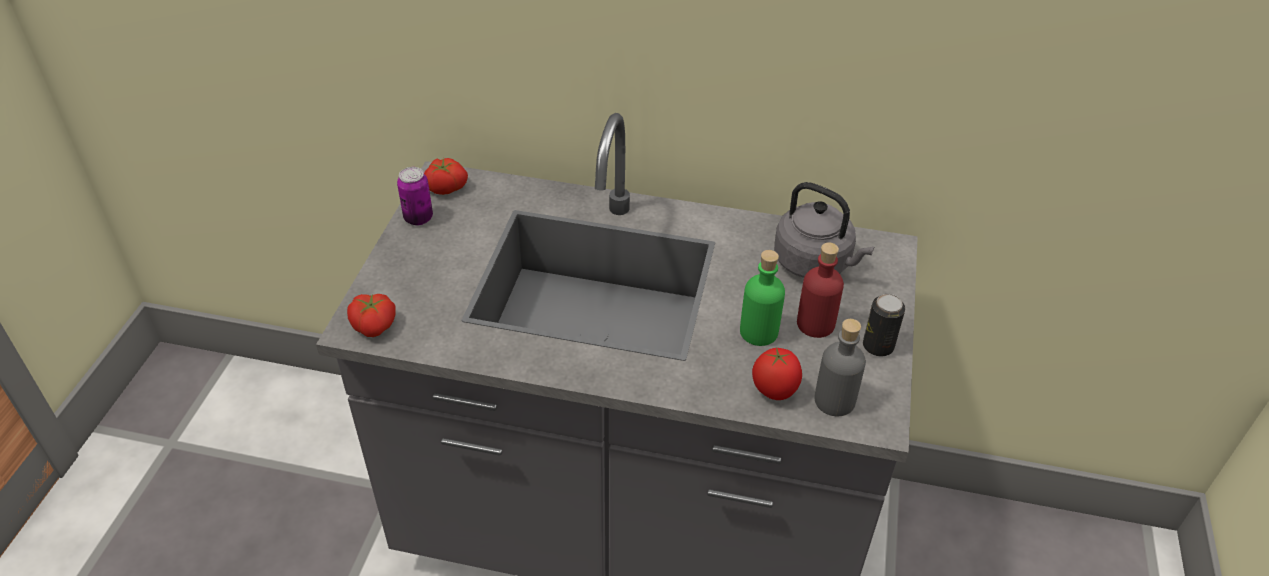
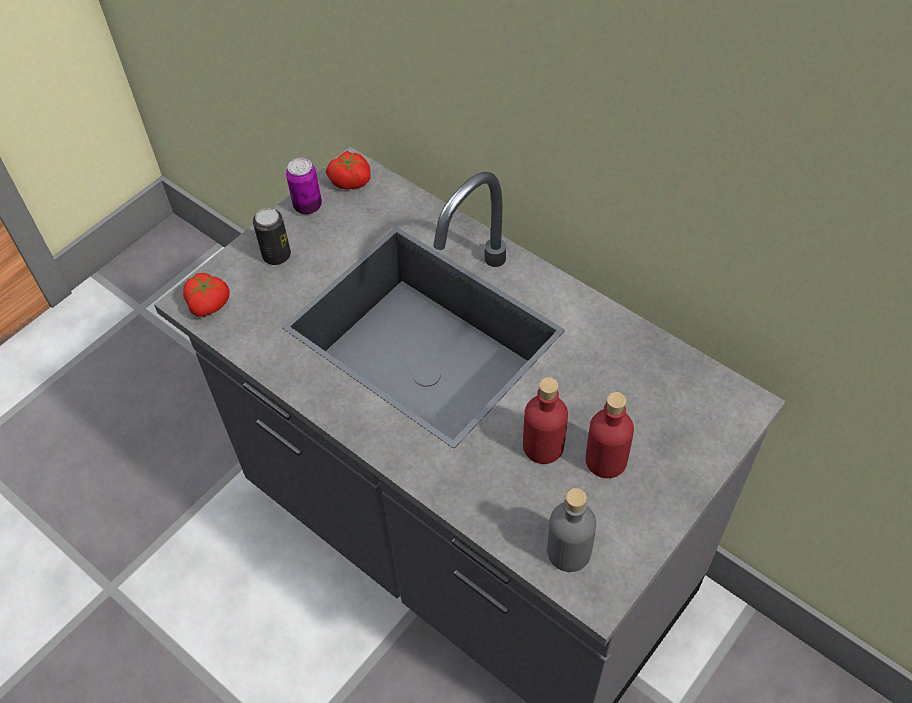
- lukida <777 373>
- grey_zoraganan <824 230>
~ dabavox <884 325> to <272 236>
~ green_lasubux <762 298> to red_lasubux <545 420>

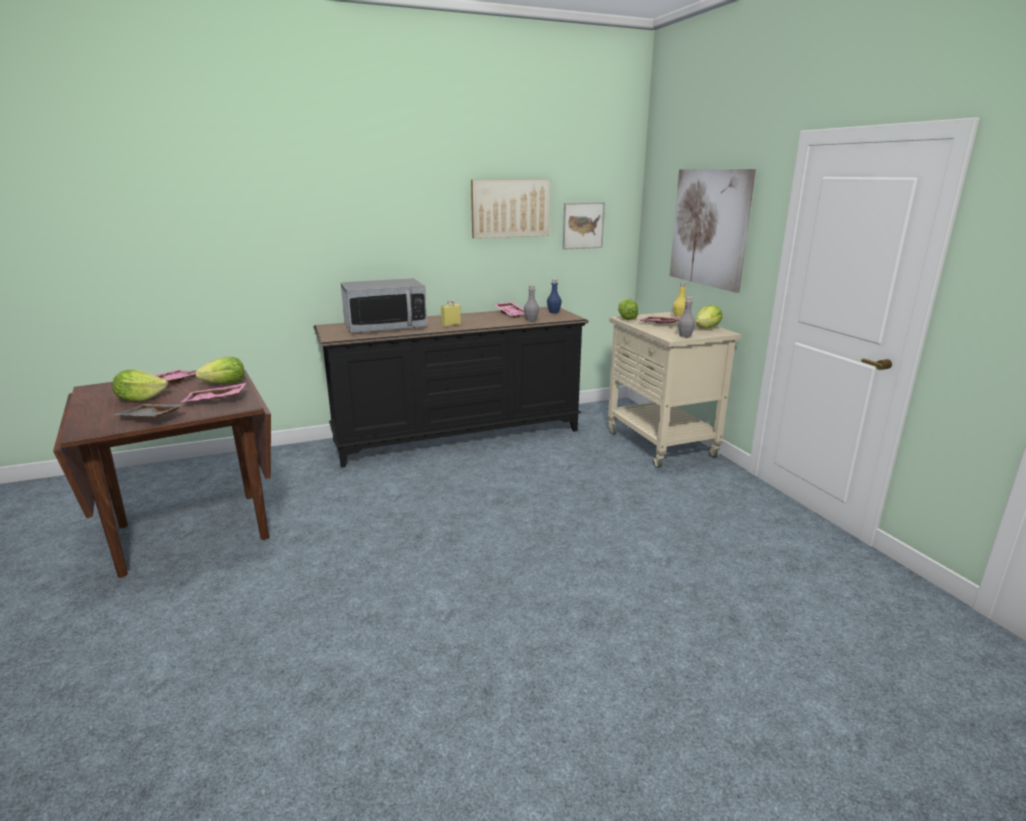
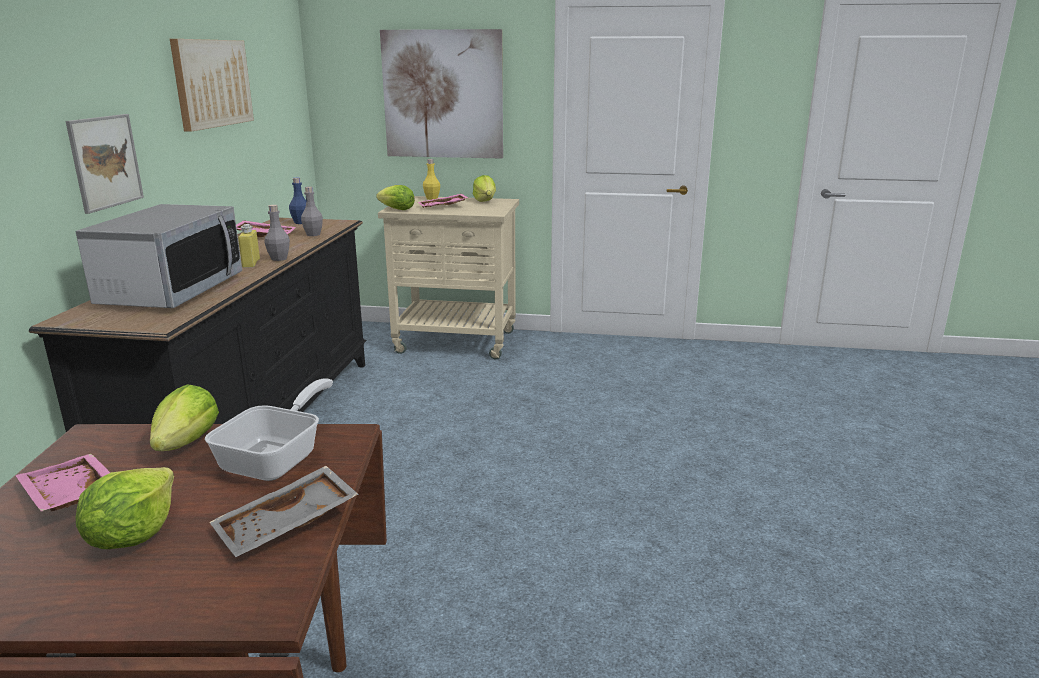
~ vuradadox <584 226> to <105 164>
~ grey_lasubux <686 317> to <277 233>
~ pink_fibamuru <213 393> to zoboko <269 429>

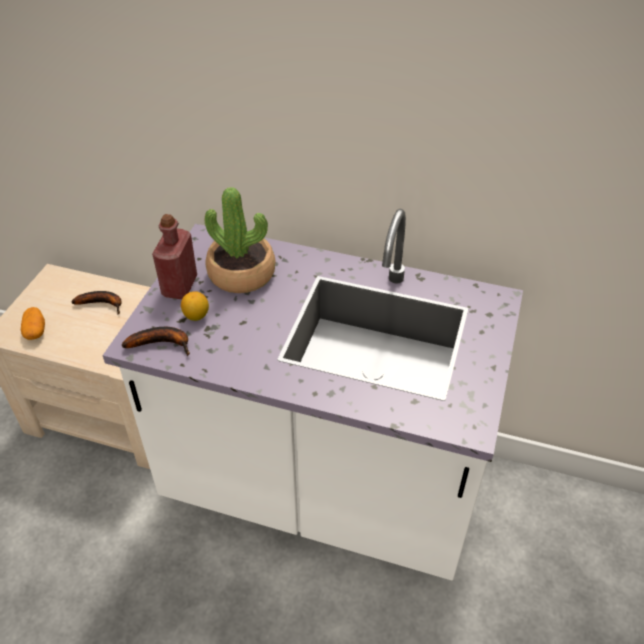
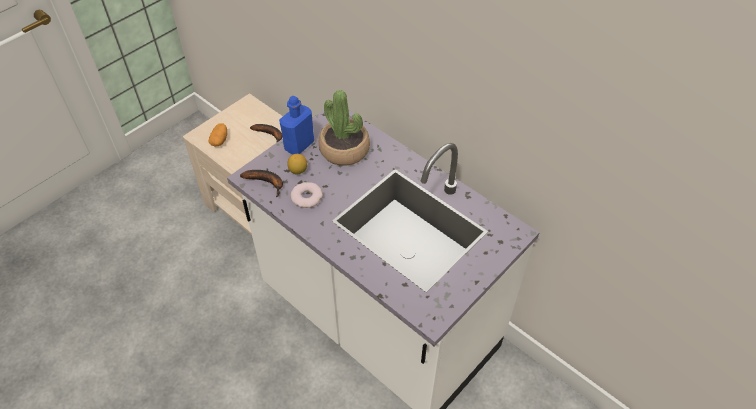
+ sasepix <306 195>
~ red_lasubux <174 256> to blue_lasubux <296 125>

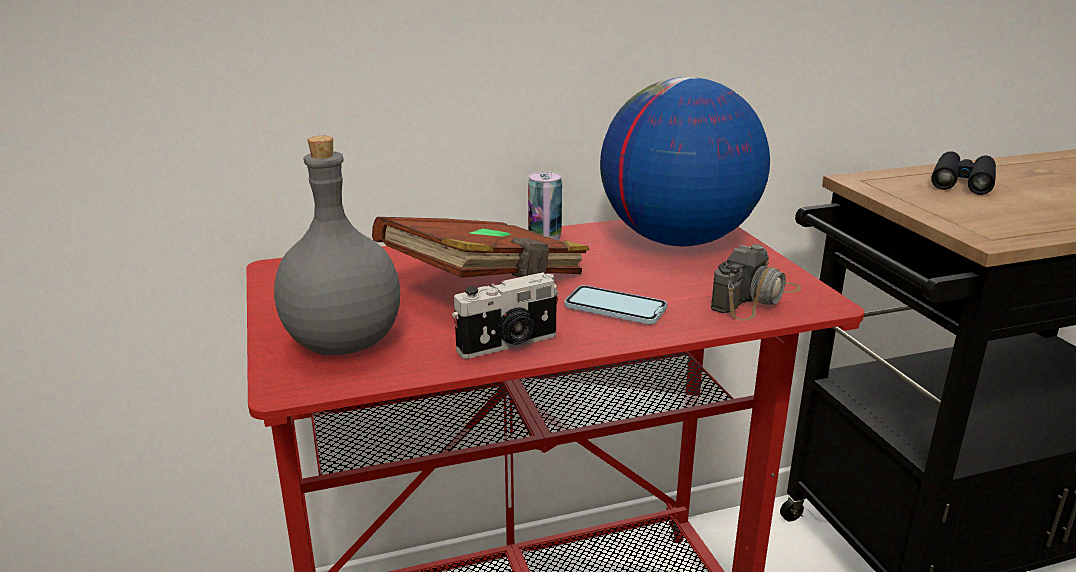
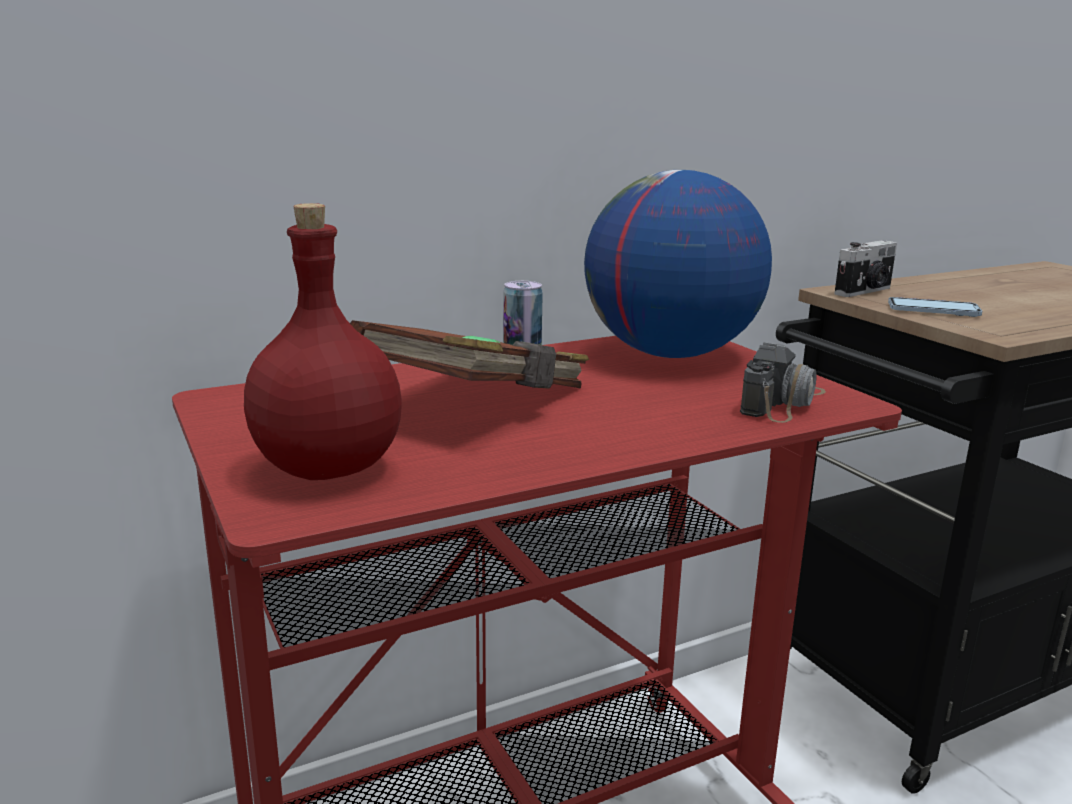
- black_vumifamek <963 173>
~ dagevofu <505 315> to <865 268>
~ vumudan <615 304> to <935 307>
~ grey_lasubux <337 245> to red_lasubux <323 341>

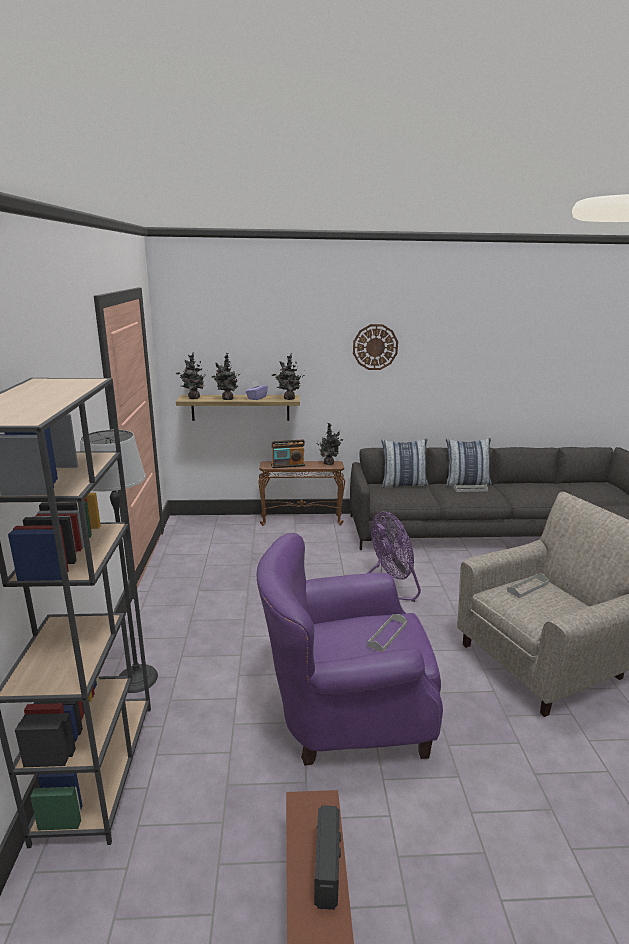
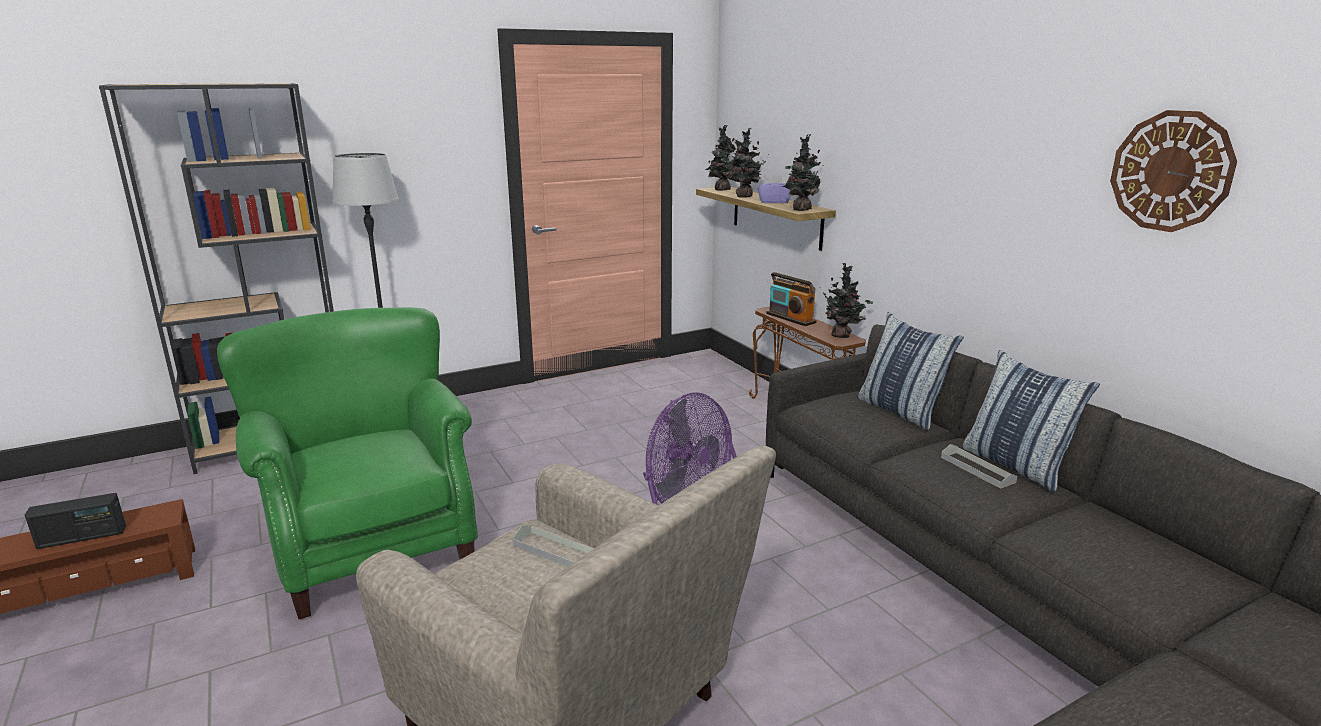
- grey_fibamuru <387 633>
~ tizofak <375 347> to <1173 171>
~ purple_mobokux <350 649> to green_mobokux <347 463>

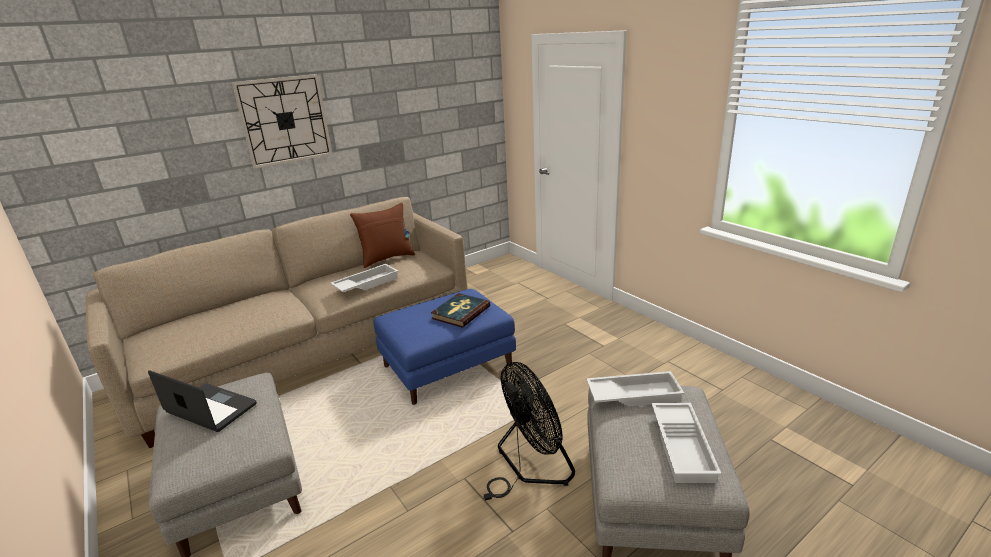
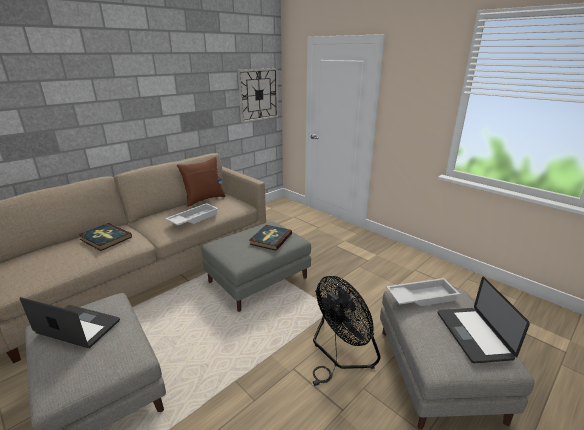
+ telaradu <105 237>
~ tizofak <282 121> to <258 95>
~ white_fibamuru <686 443> to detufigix <483 320>
~ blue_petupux <445 347> to grey_petupux <256 266>

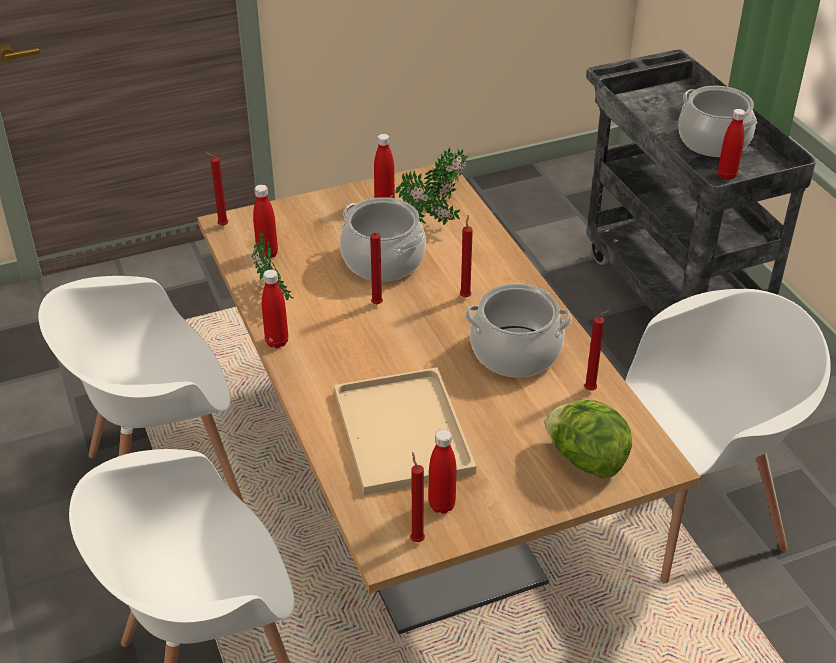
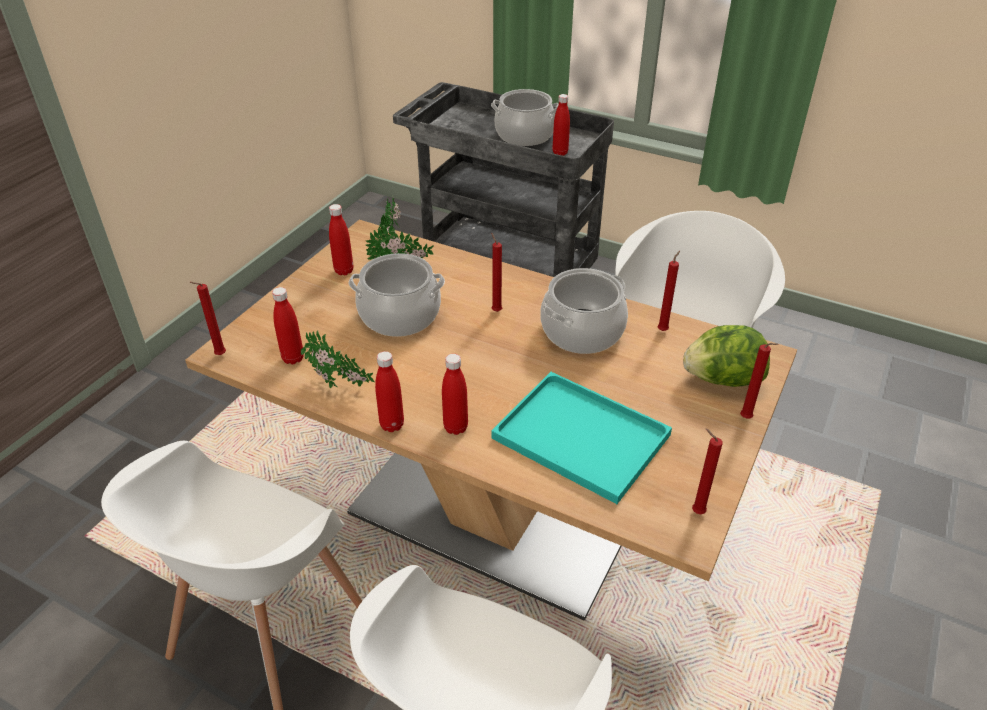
~ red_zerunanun <376 268> to <759 380>
~ red_lasubux <442 471> to <455 394>
~ beige_fibamuru <405 431> to turquoise_fibamuru <581 438>

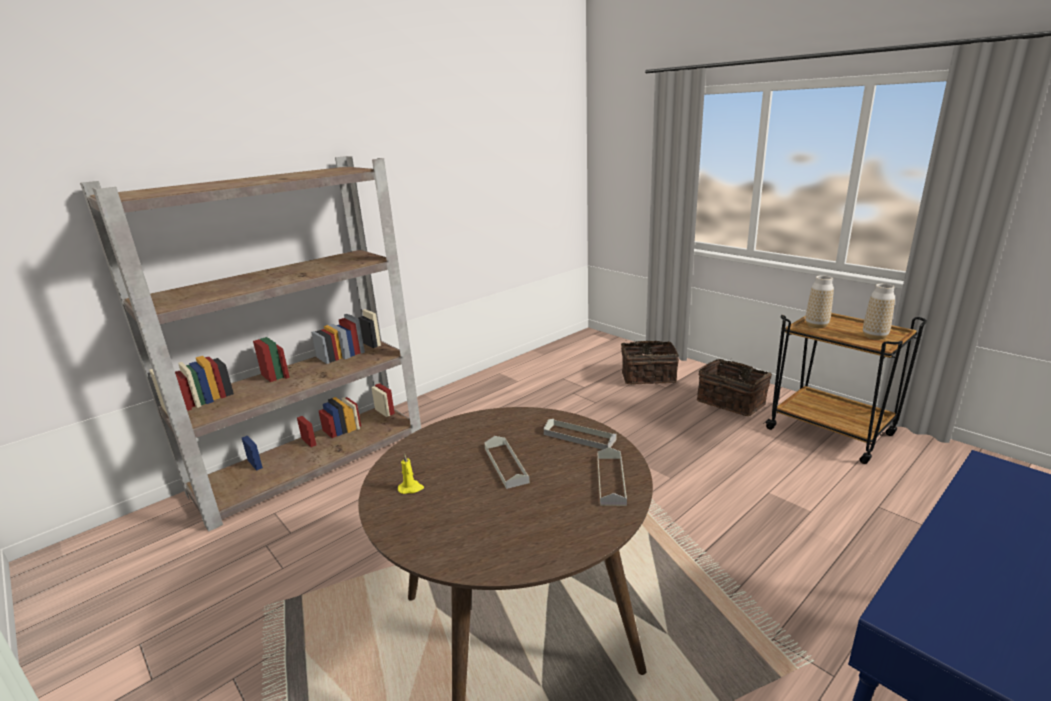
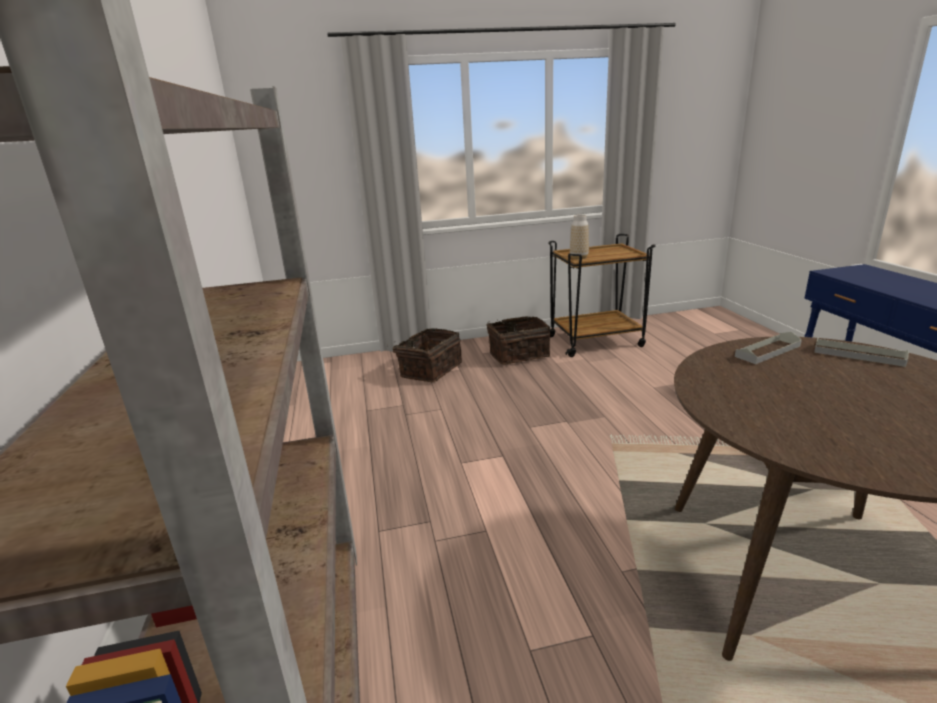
- yellow_zerunanun <411 474>
- grey_fibamuru <507 462>
- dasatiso <879 312>

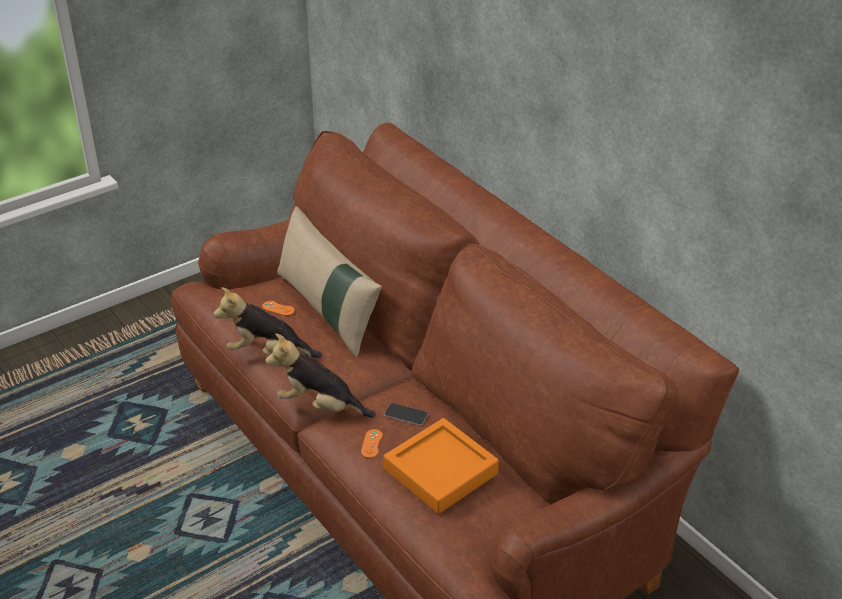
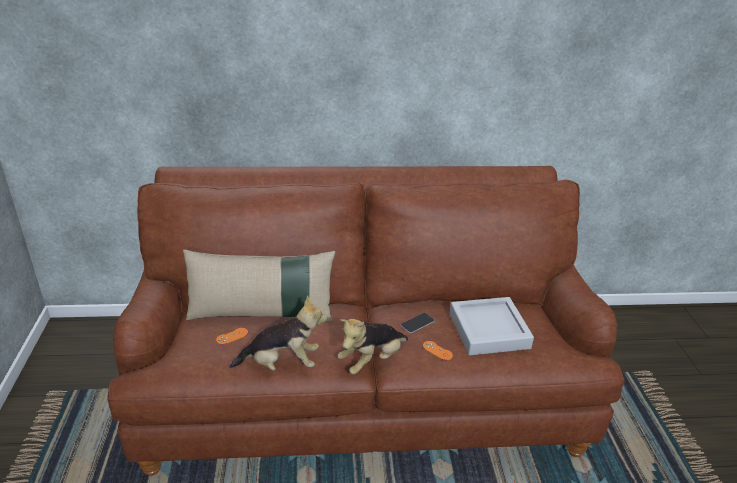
~ orange_fibamuru <441 466> to grey_fibamuru <492 326>
~ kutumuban <268 322> = <279 333> 135 degrees counterclockwise

